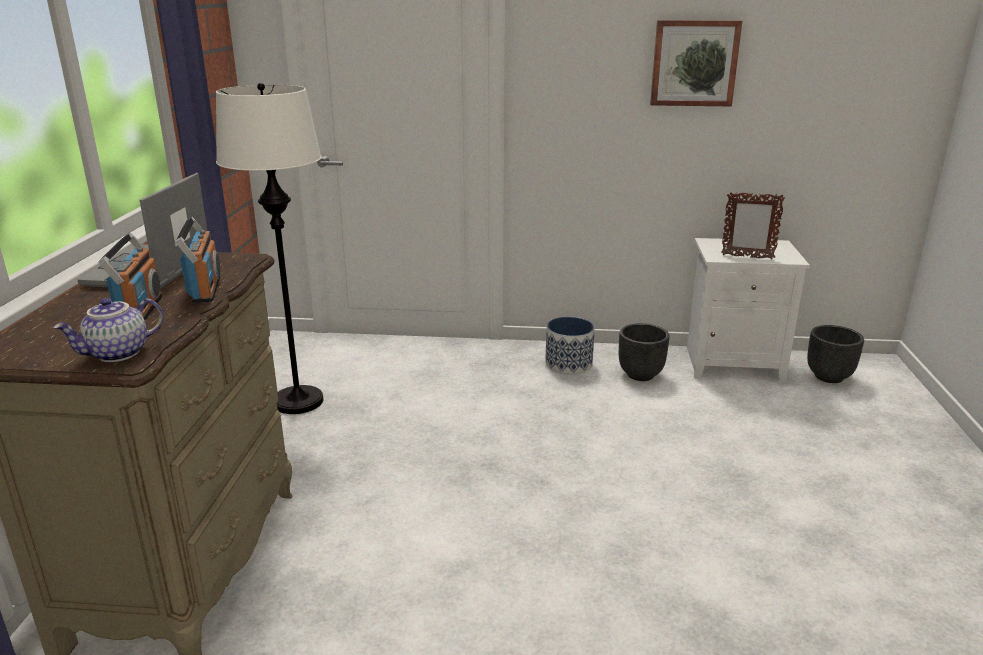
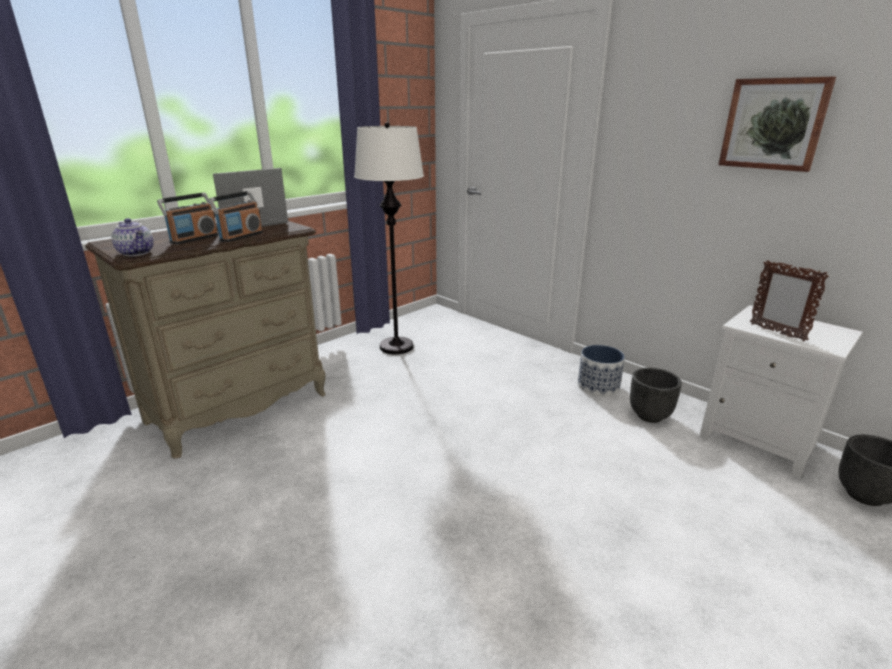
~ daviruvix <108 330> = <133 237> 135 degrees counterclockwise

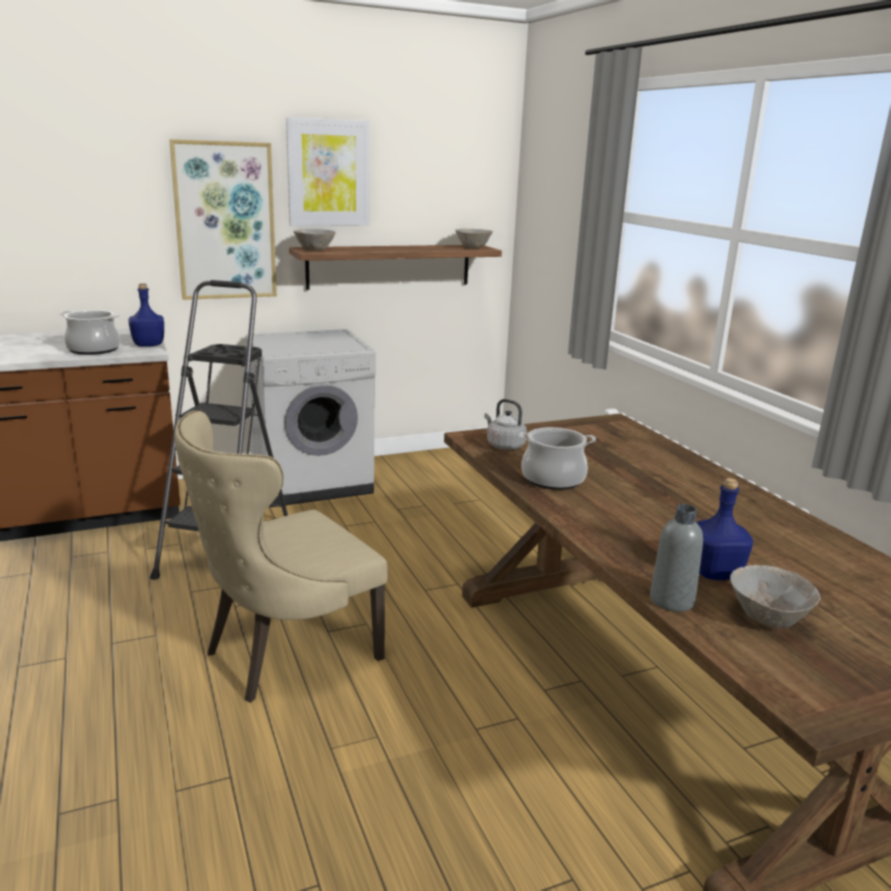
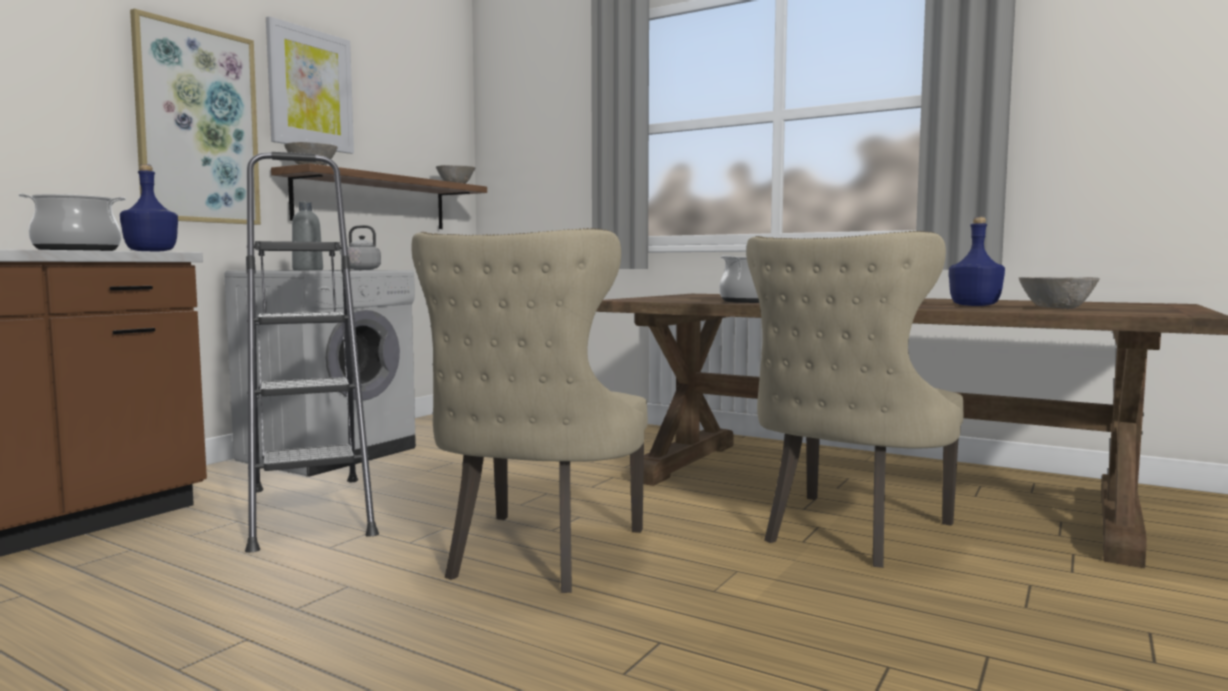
+ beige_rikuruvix <854 399>
~ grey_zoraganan <505 424> to <360 247>
~ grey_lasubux <676 558> to <307 236>

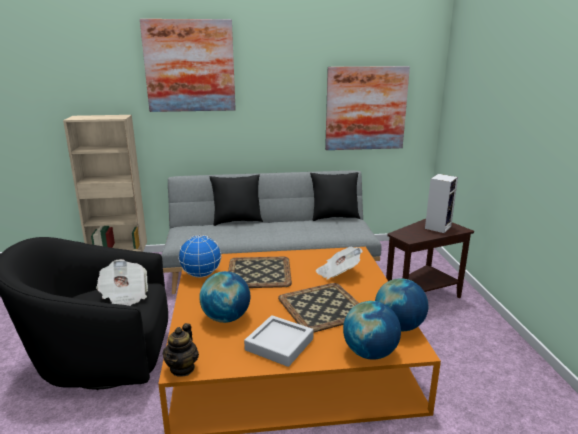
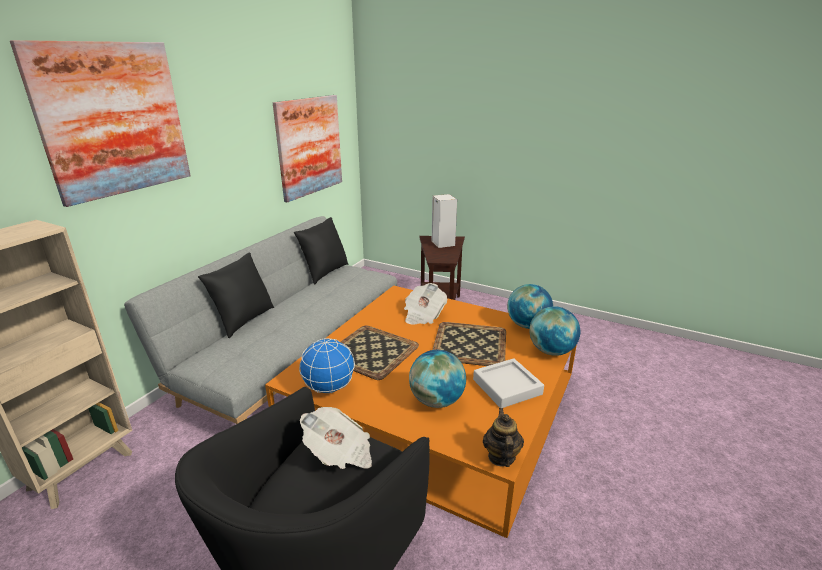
~ daviruvix <181 350> = <503 437> 135 degrees counterclockwise

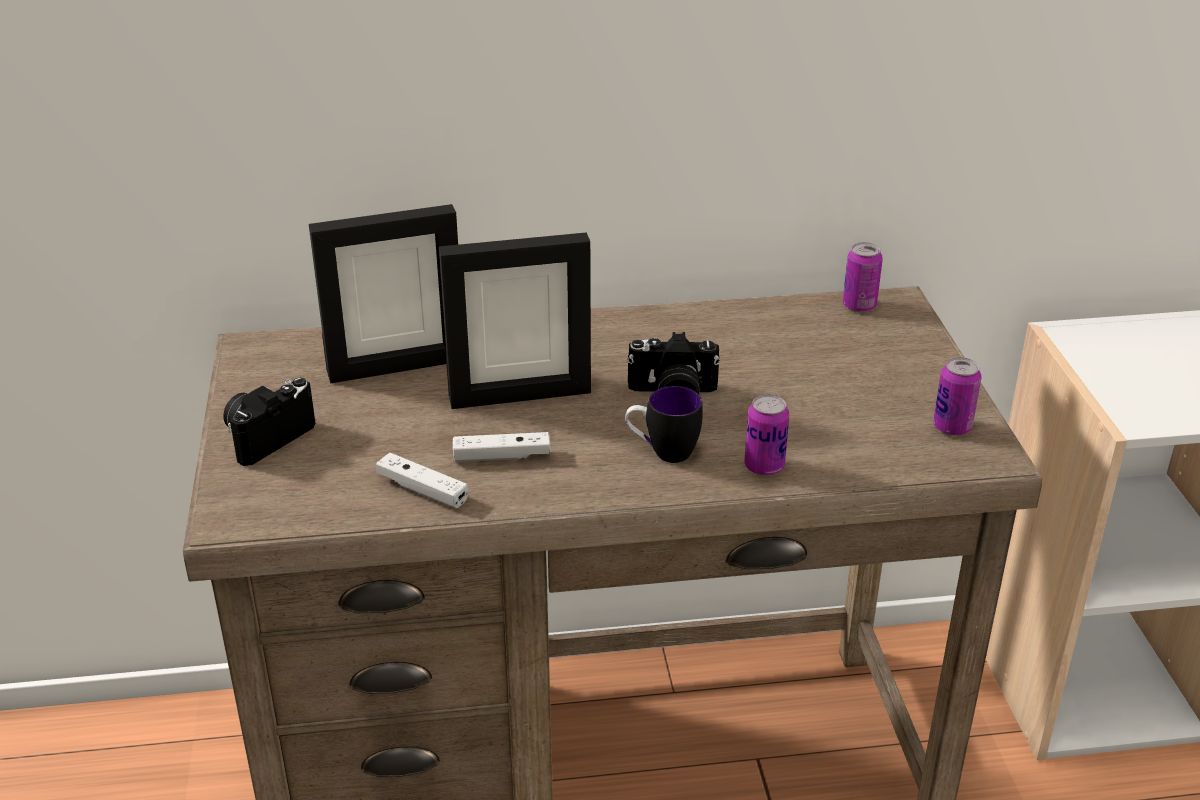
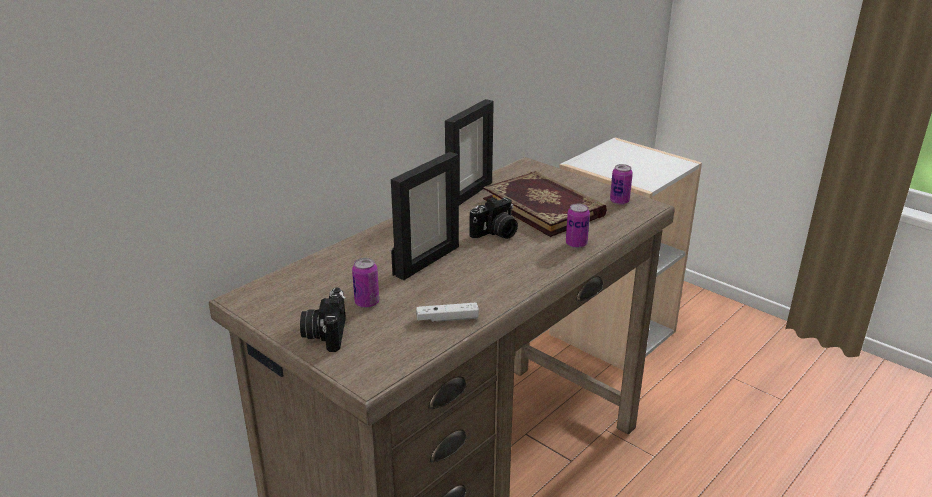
- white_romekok <501 447>
- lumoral <664 424>
+ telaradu <545 204>
~ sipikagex <383 293> to <469 152>
~ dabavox <863 277> to <365 283>

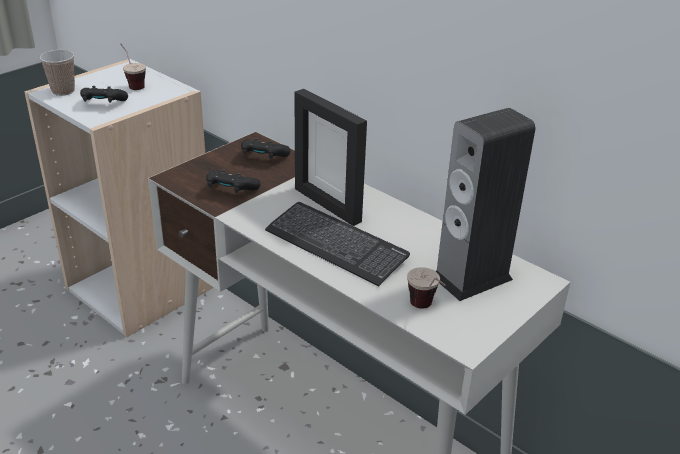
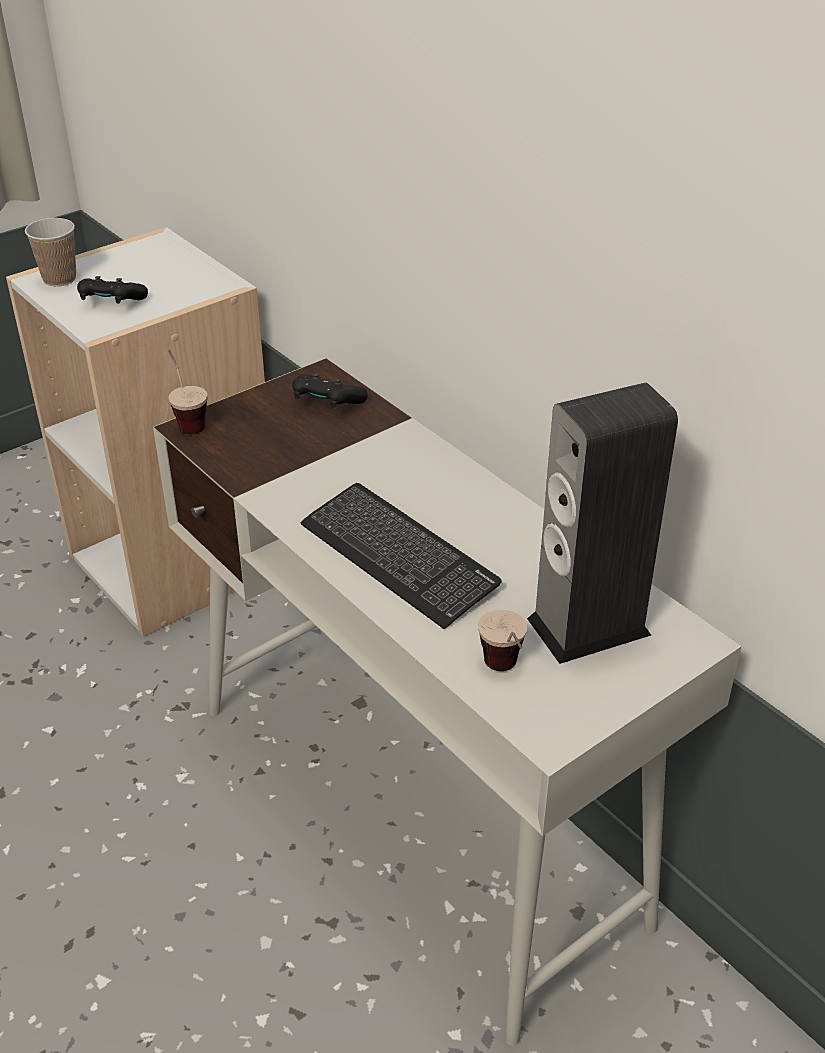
- black_romekok <233 181>
- sipikagex <331 157>
~ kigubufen <133 66> to <187 391>

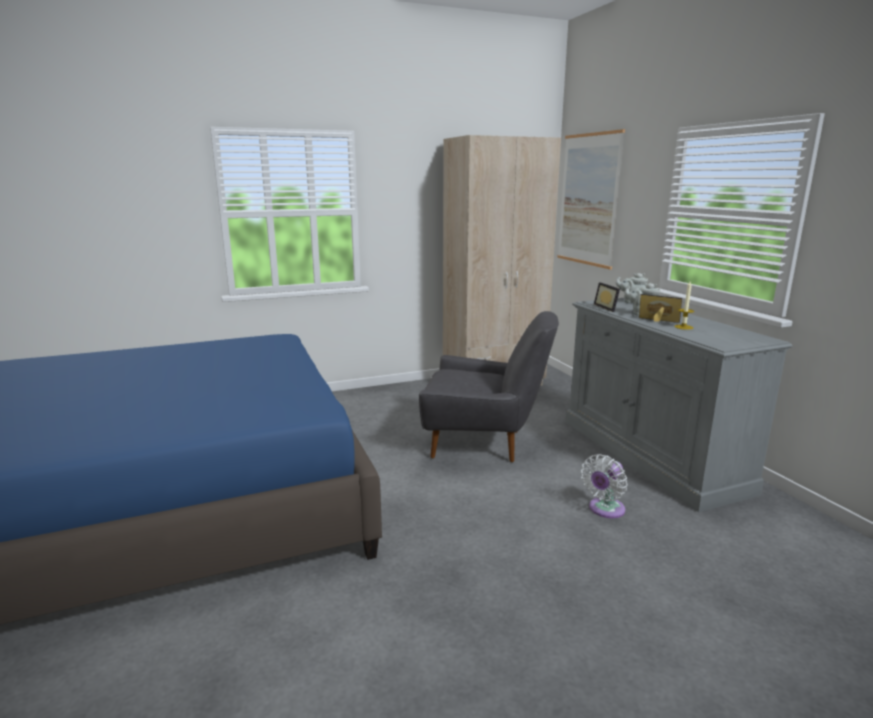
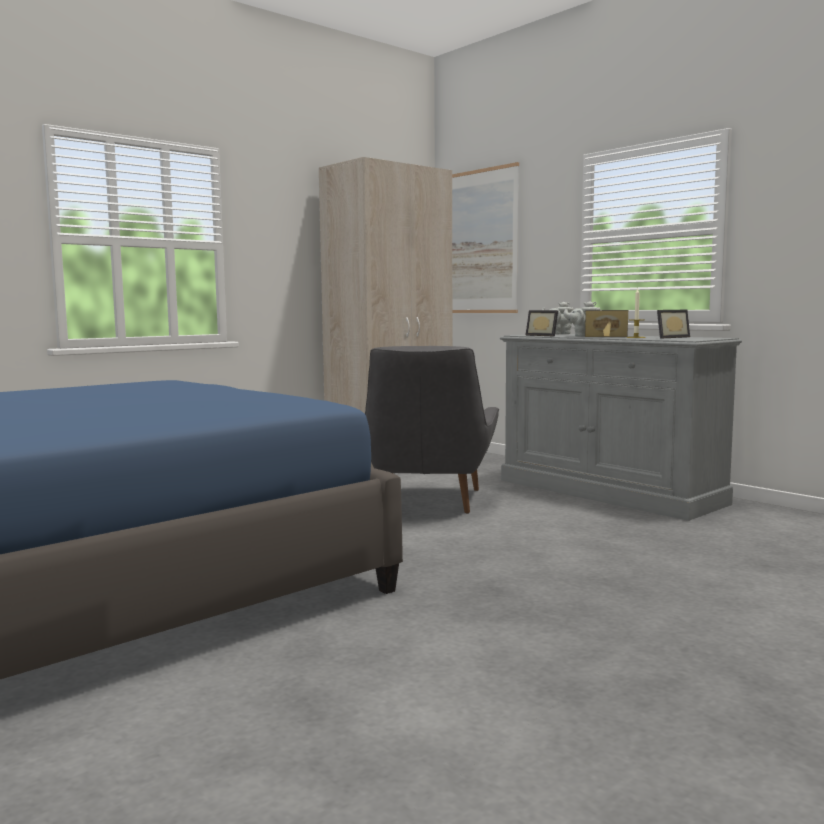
- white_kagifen <604 486>
+ sipikagex <673 324>
~ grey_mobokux <489 387> = <431 430> 105 degrees clockwise

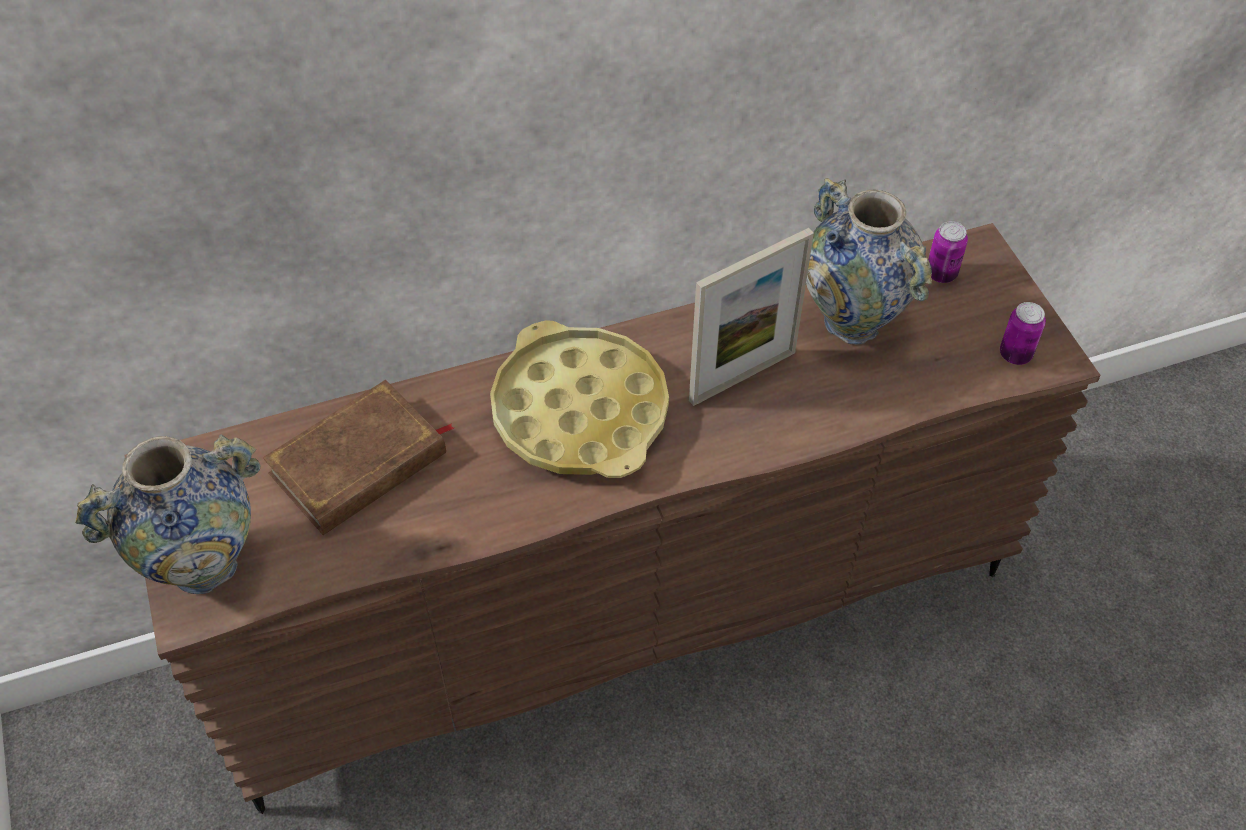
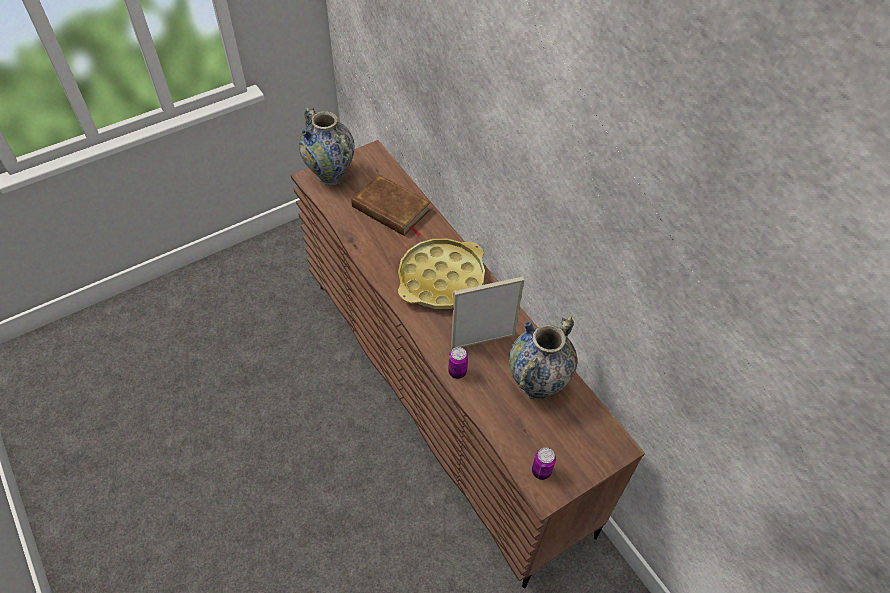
~ dabavox <948 252> to <458 363>
~ sipikagex <751 317> = <487 313> 120 degrees clockwise

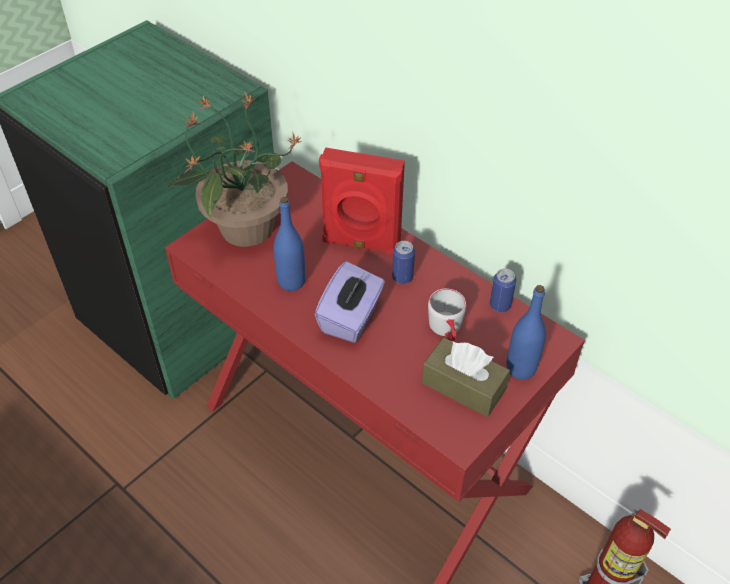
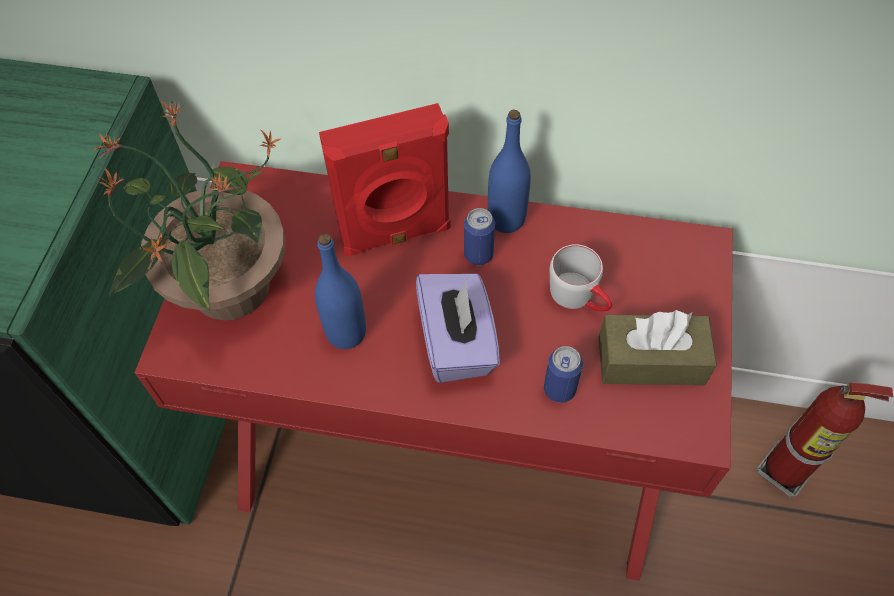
~ dabavox <503 290> to <563 374>
~ blue_lasubux <526 332> to <509 171>

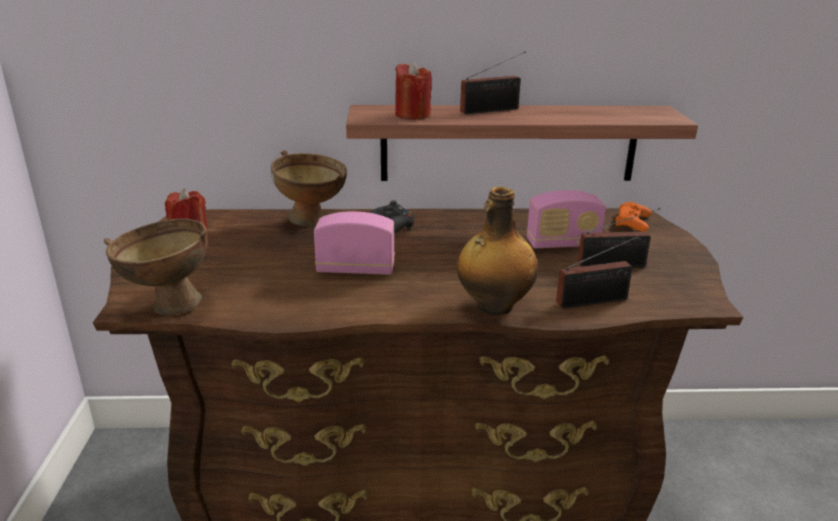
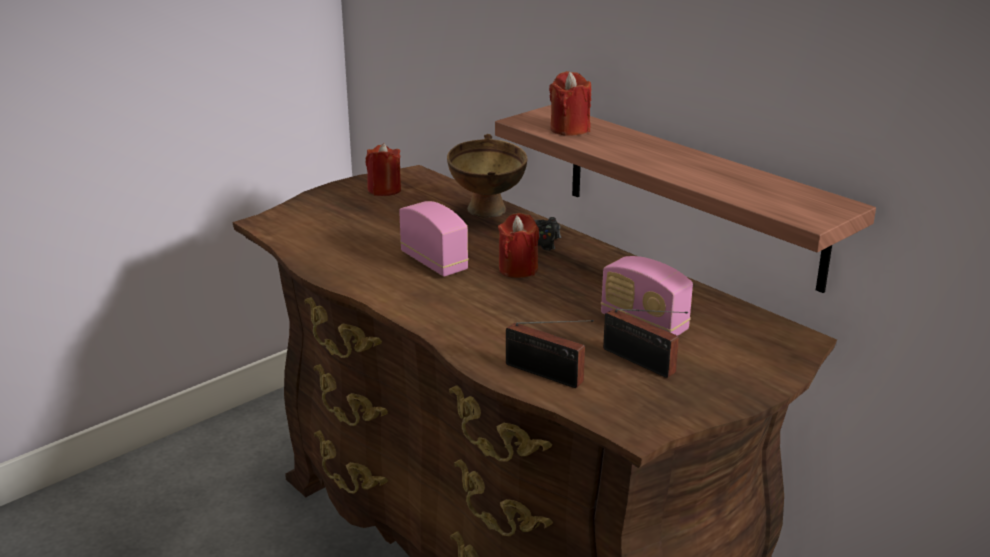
- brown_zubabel <156 267>
- lasubux <497 250>
- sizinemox <493 83>
- orange_romekok <633 216>
+ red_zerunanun <518 245>

